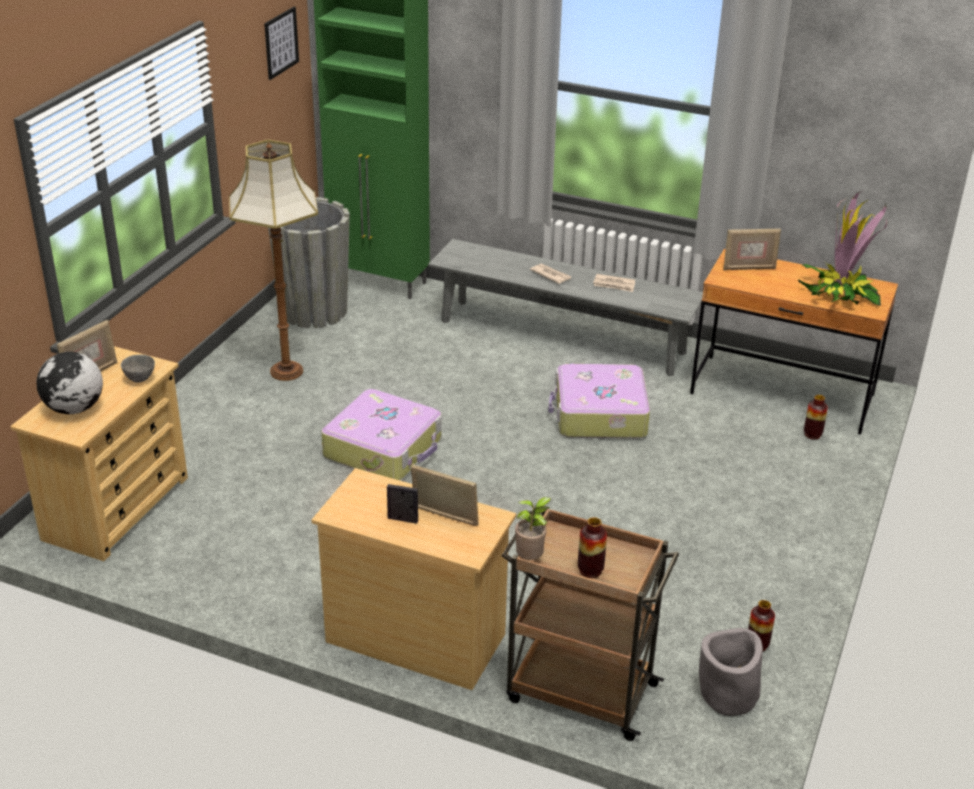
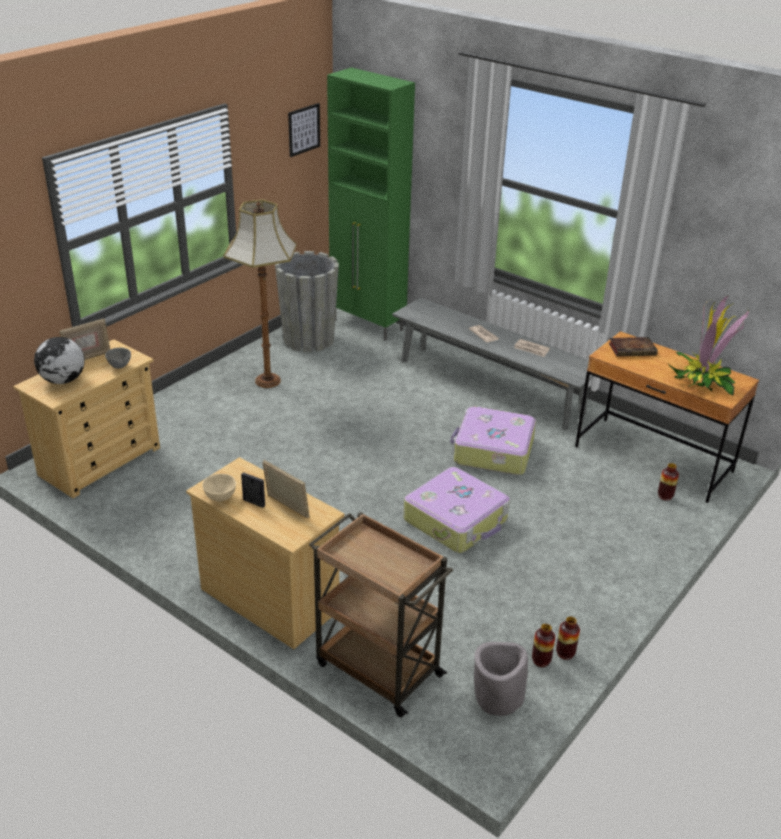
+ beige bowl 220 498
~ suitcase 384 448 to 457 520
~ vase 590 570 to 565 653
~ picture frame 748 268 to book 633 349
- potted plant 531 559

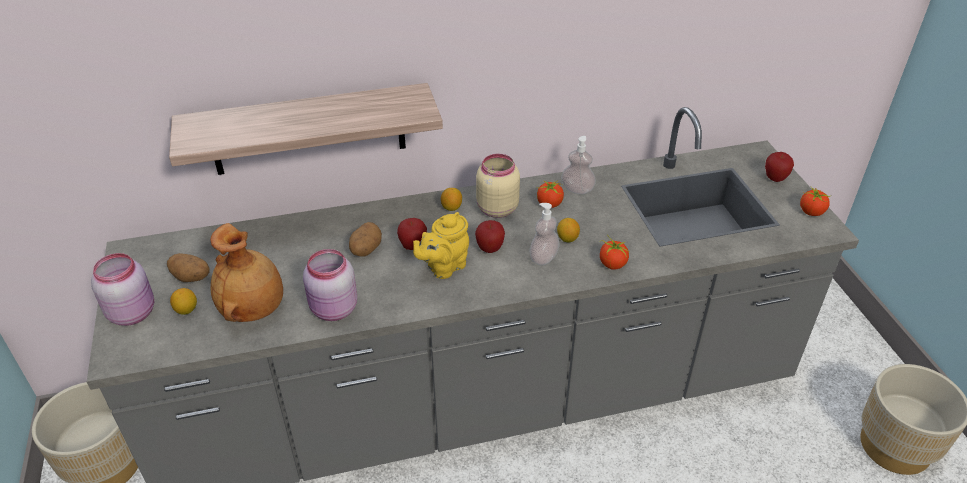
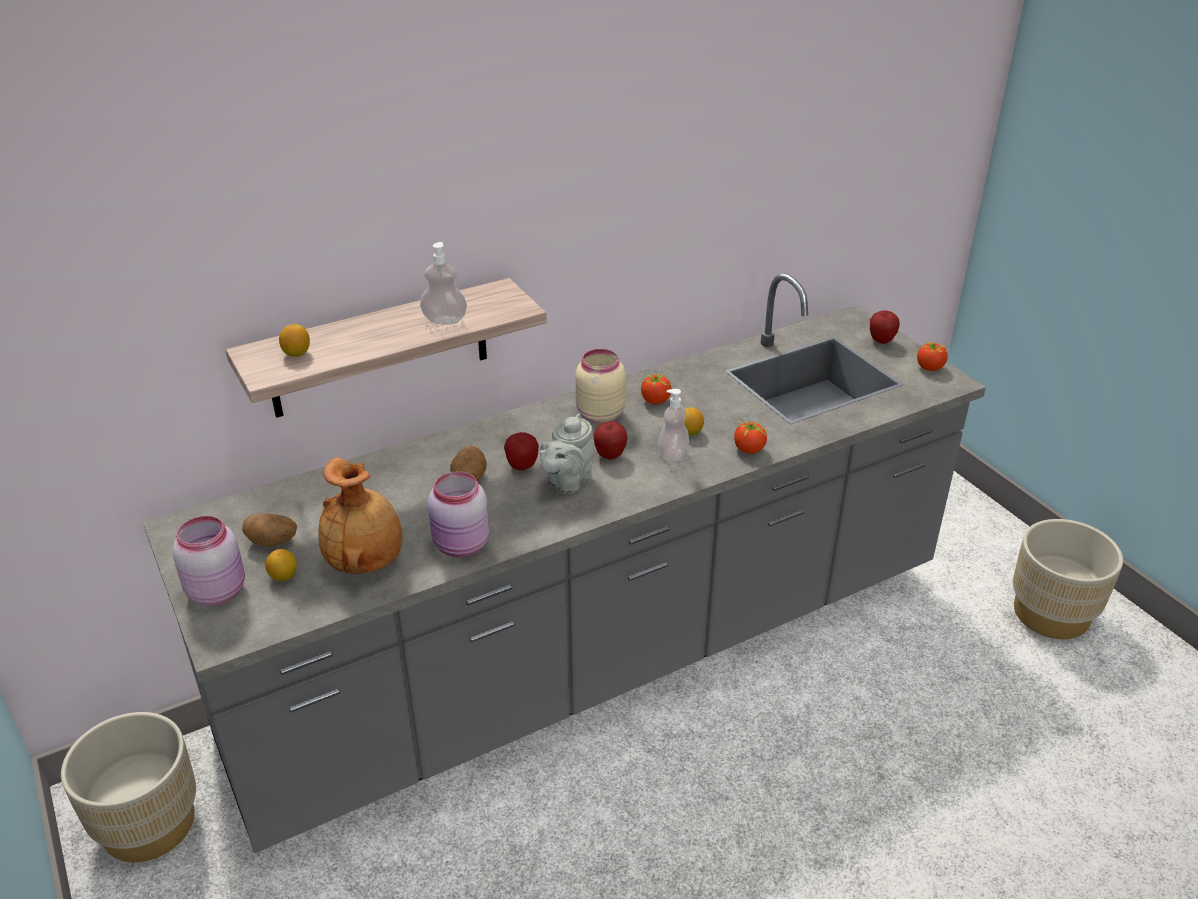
~ lemon 451 207 to 296 353
~ soap dispenser 577 189 to 444 320
~ yellow teapot 444 267 to grey teapot 567 482

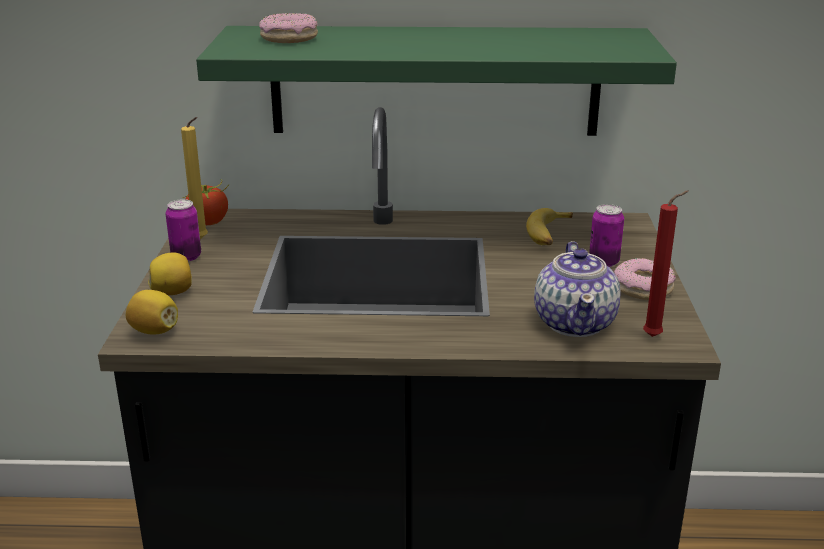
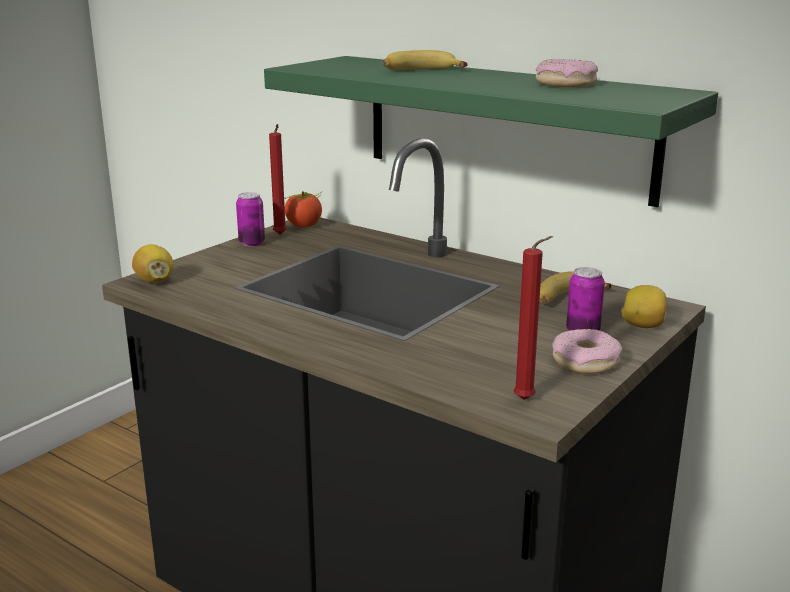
~ yellow candle 202 240 to red candle 280 235
+ banana 421 71
~ donut 289 38 to 565 84
~ lemon 173 292 to 643 326
- teapot 575 322

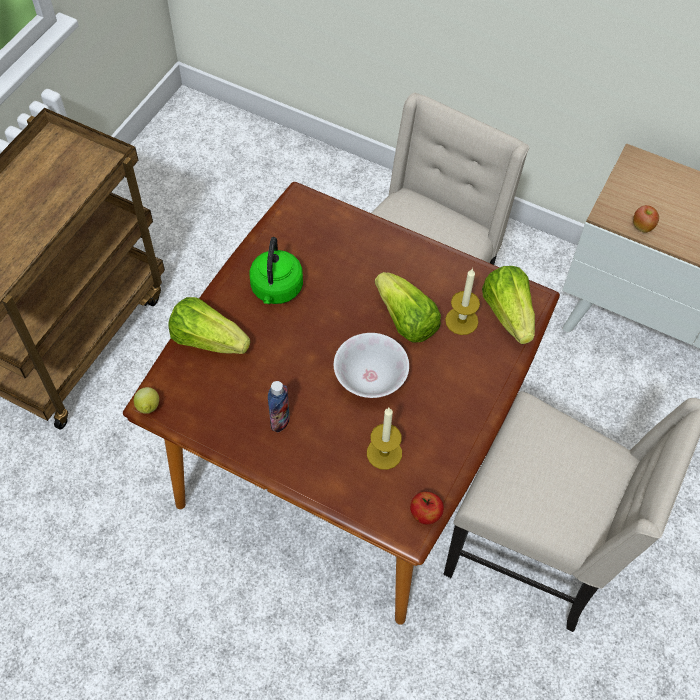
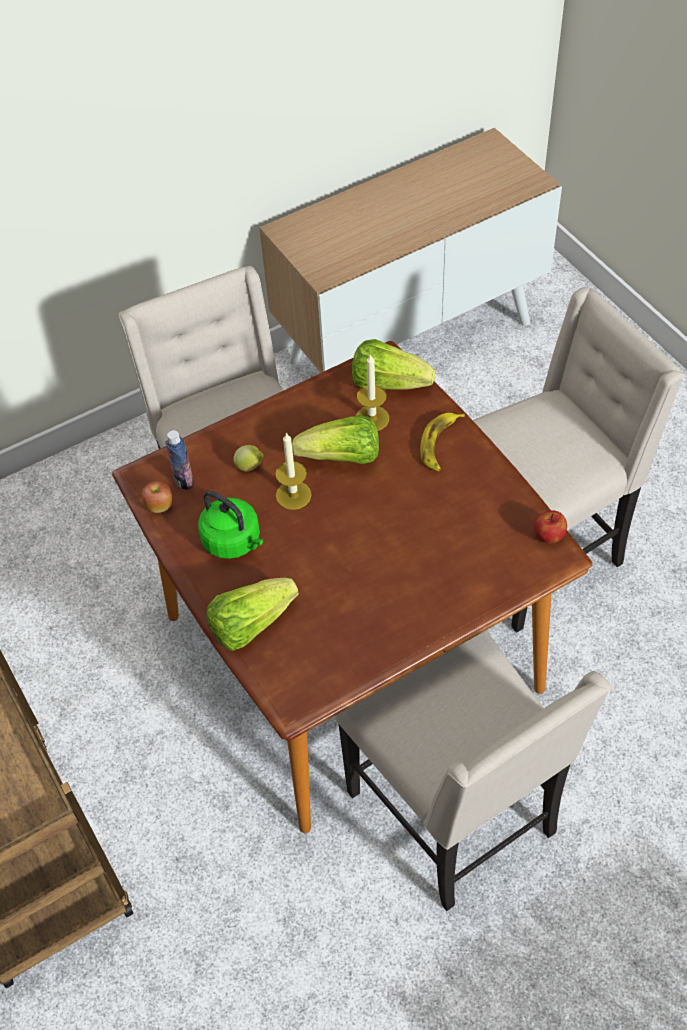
~ apple 642 227 to 159 506
~ bottle 280 421 to 183 480
~ lemon 148 408 to 250 467
~ candle 384 453 to 293 495
+ beige chair 456 814
+ banana 440 444
- white bowl 370 378

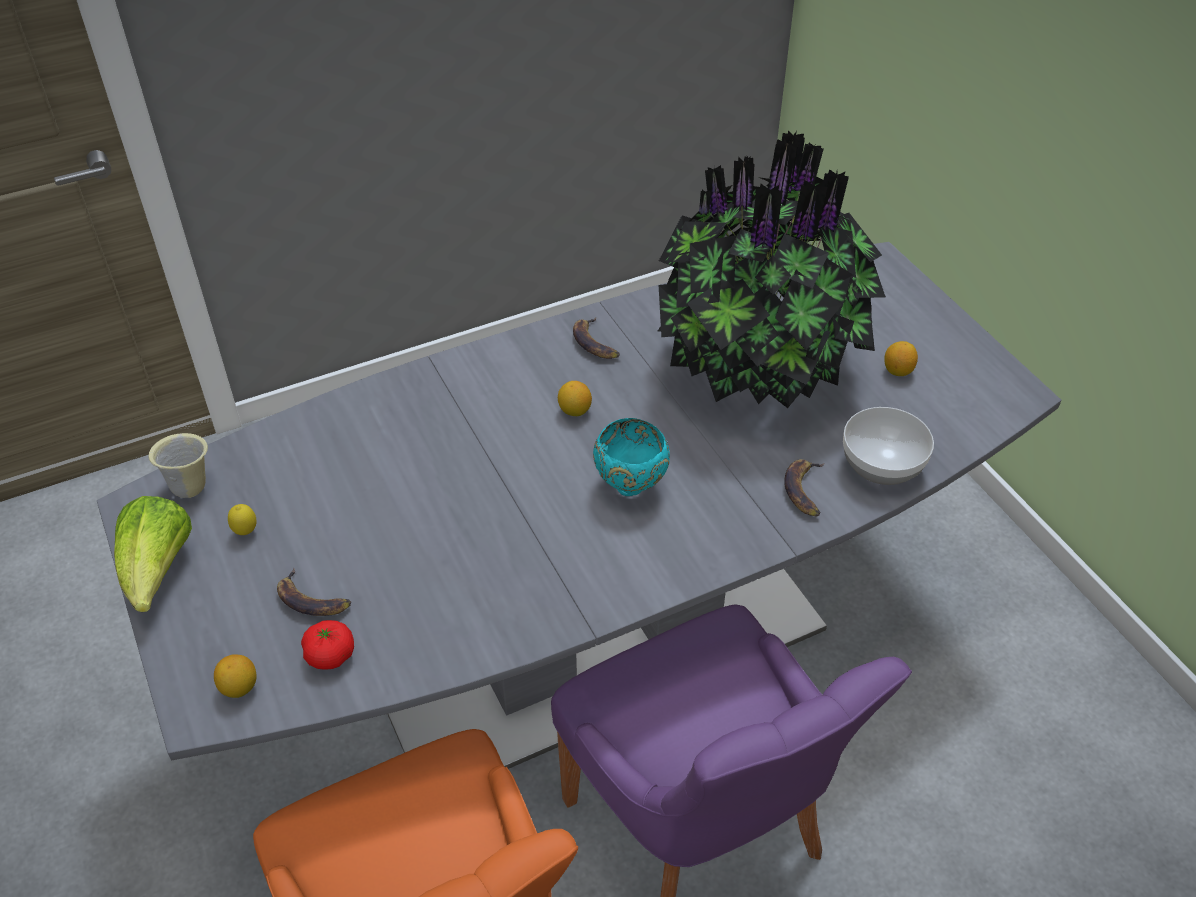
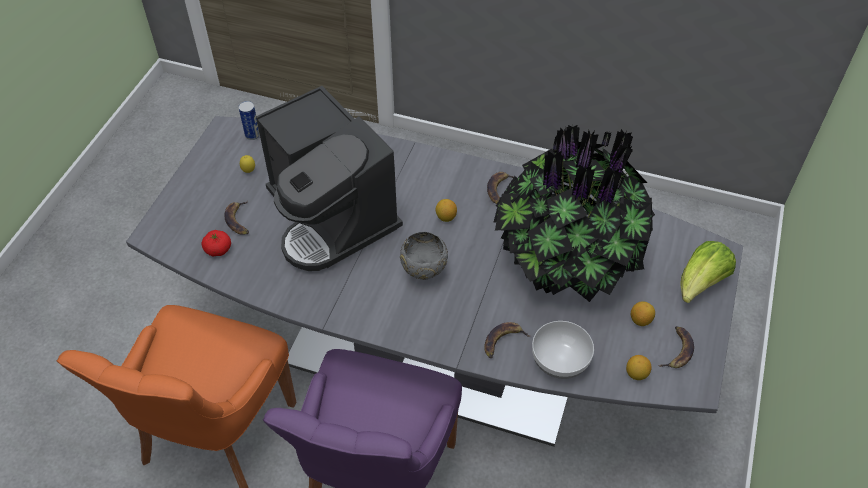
~ beige mug 190 486 to can 252 135
+ coffee machine 331 217
~ turquoise bowl 631 487 to grey bowl 424 274
~ lemon 239 688 to 636 374
+ banana 677 350
~ lettuce 159 572 to 700 284

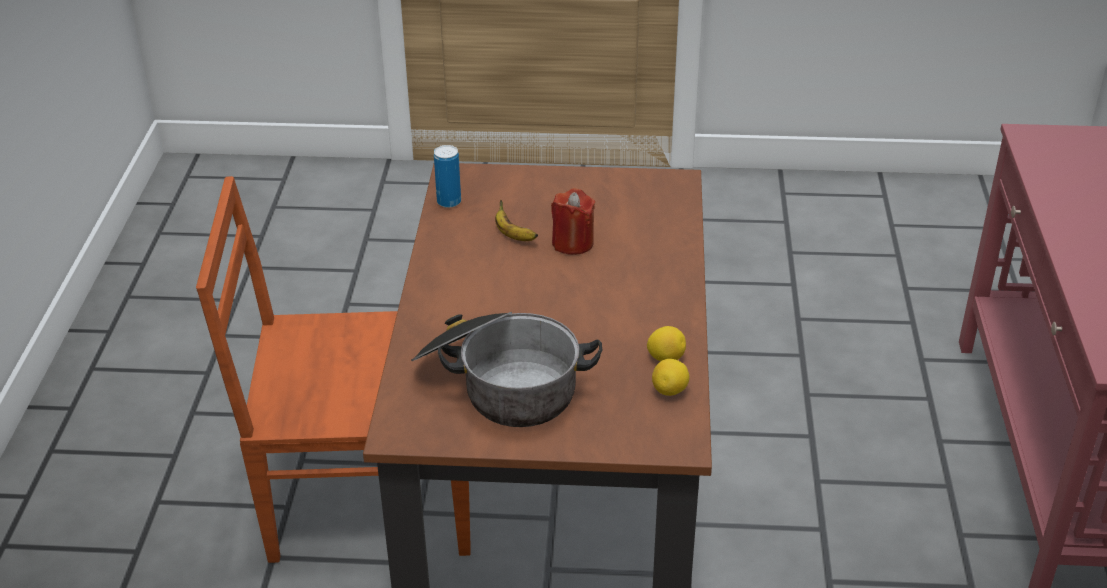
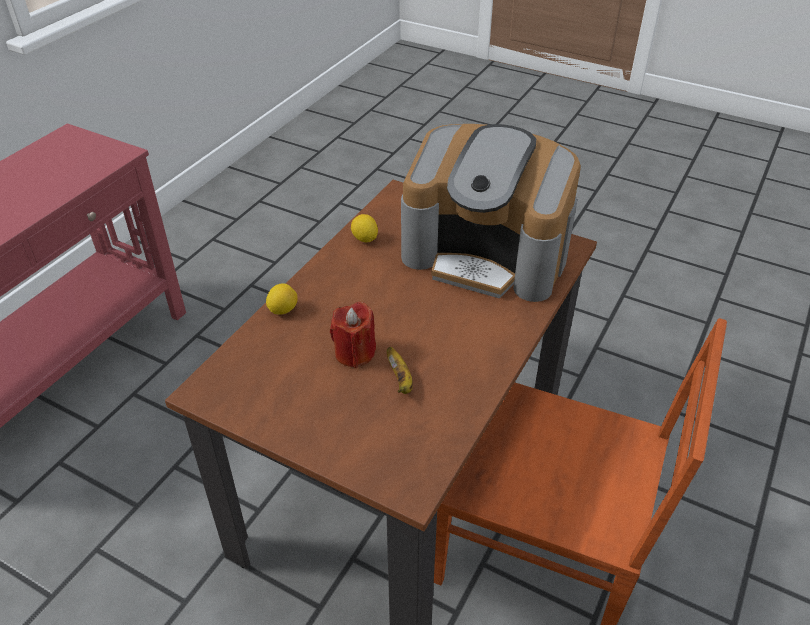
~ lemon 670 391 to 283 310
~ cooking pot 500 385 to coffee machine 487 254
- can 449 202

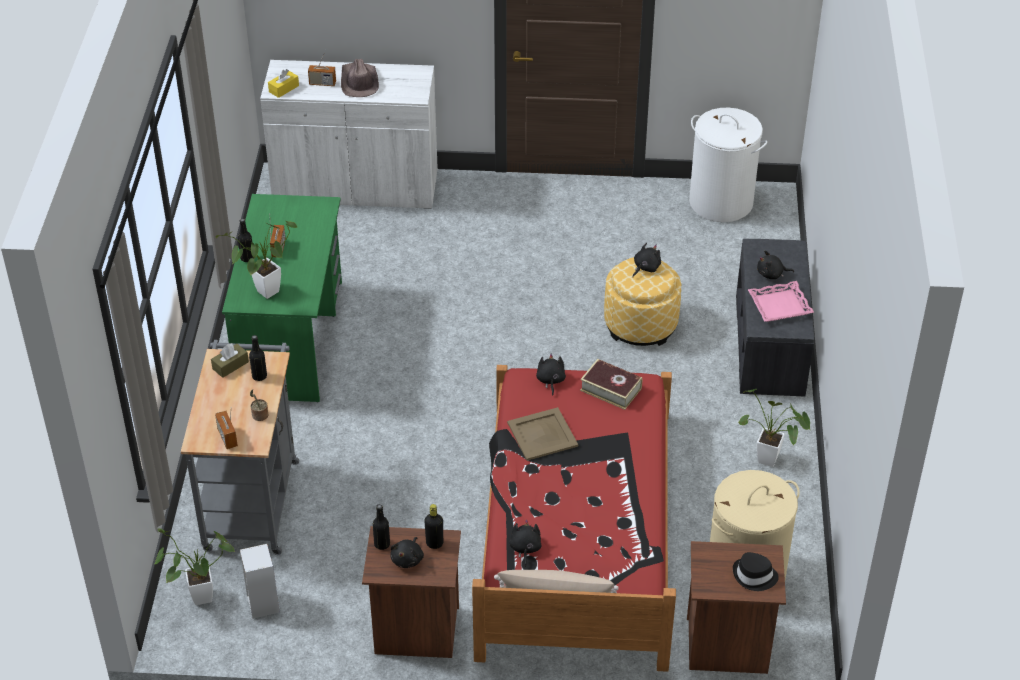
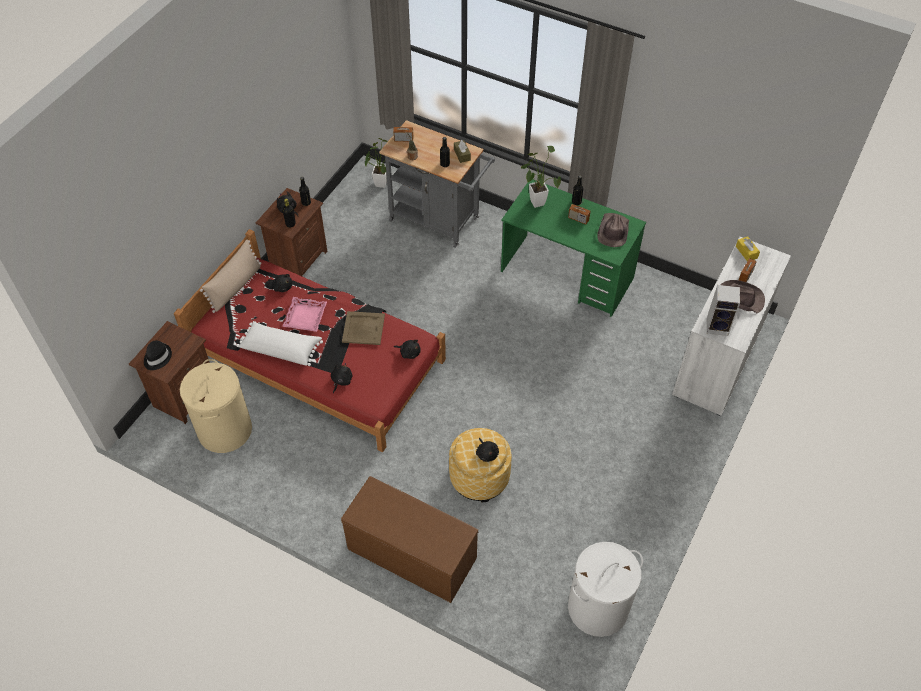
+ white pillow 281 348
~ pink tray 780 306 to 305 317
~ black plush toy 771 274 to 341 381
~ grey bench 771 346 to brown bench 410 554
+ brown hat 613 231
~ speaker 262 603 to 718 326
- book 611 389
- potted plant 772 461

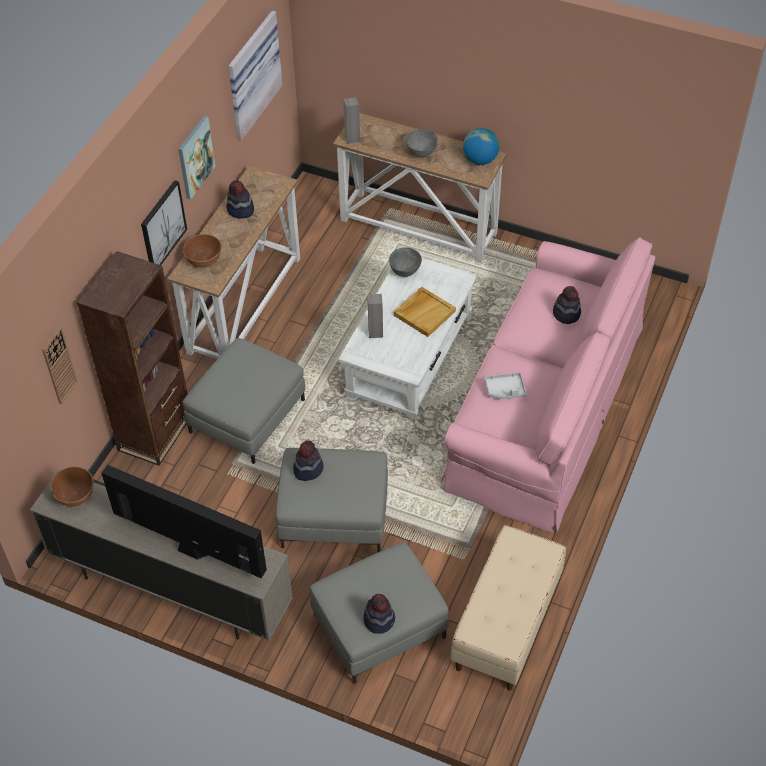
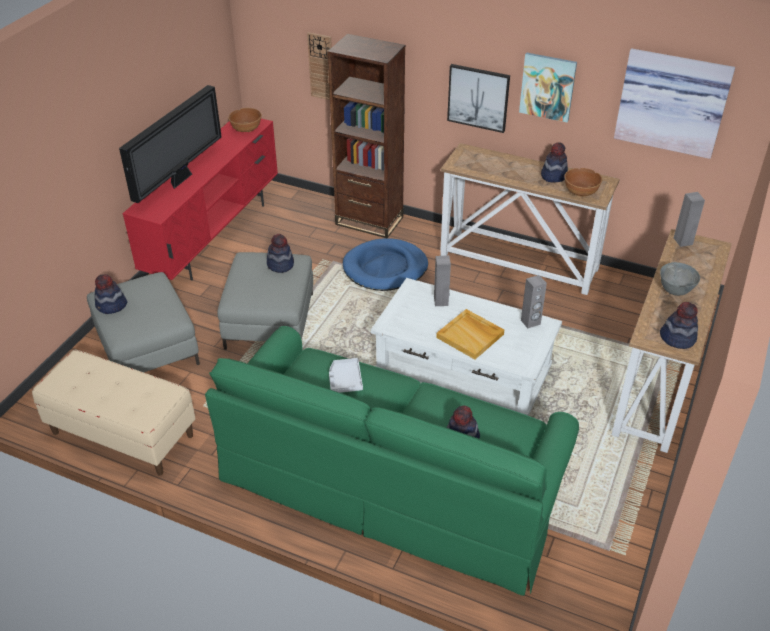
~ beige tv stand 170 589 to red tv stand 214 236
~ pink sofa 545 405 to green sofa 393 482
~ grey ottoman 247 416 to blue dog bed 385 268
~ grey bowl 404 271 to grey speaker 530 322
~ brown bowl 204 260 to 580 192
~ globe 480 160 to hat 677 338

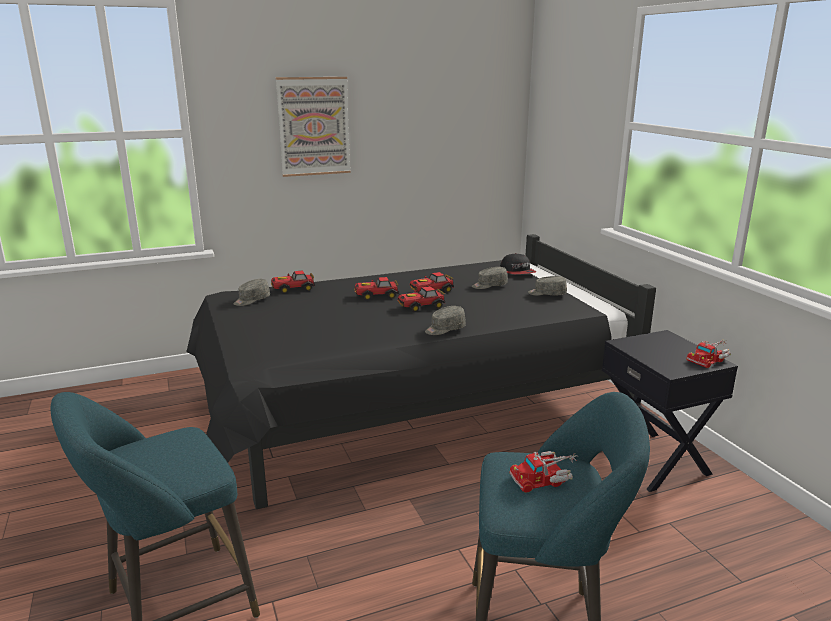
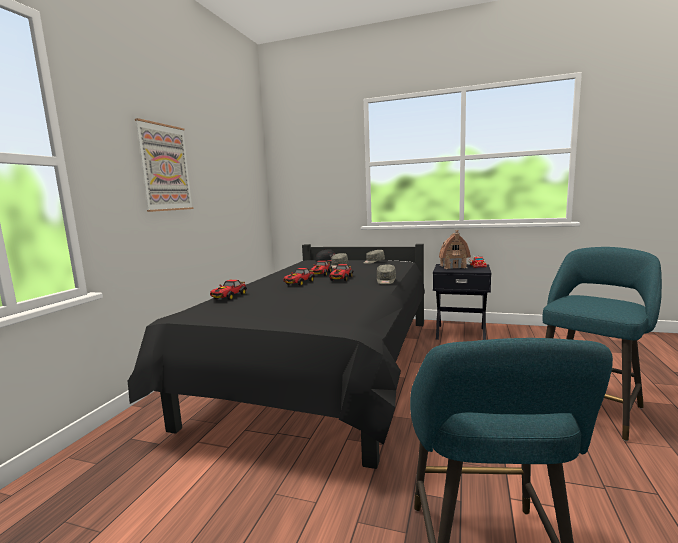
+ toy house 453 267
- grey cap 251 300
- toy truck 545 478

